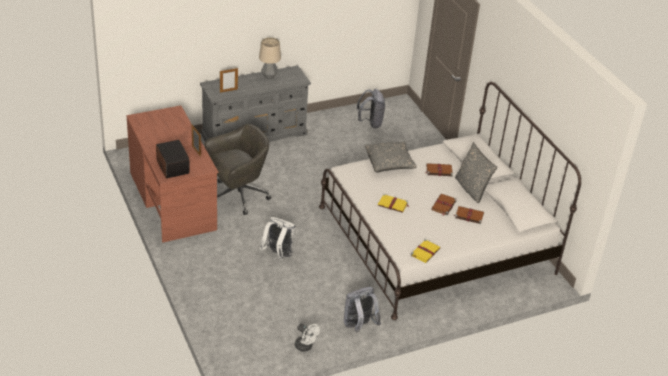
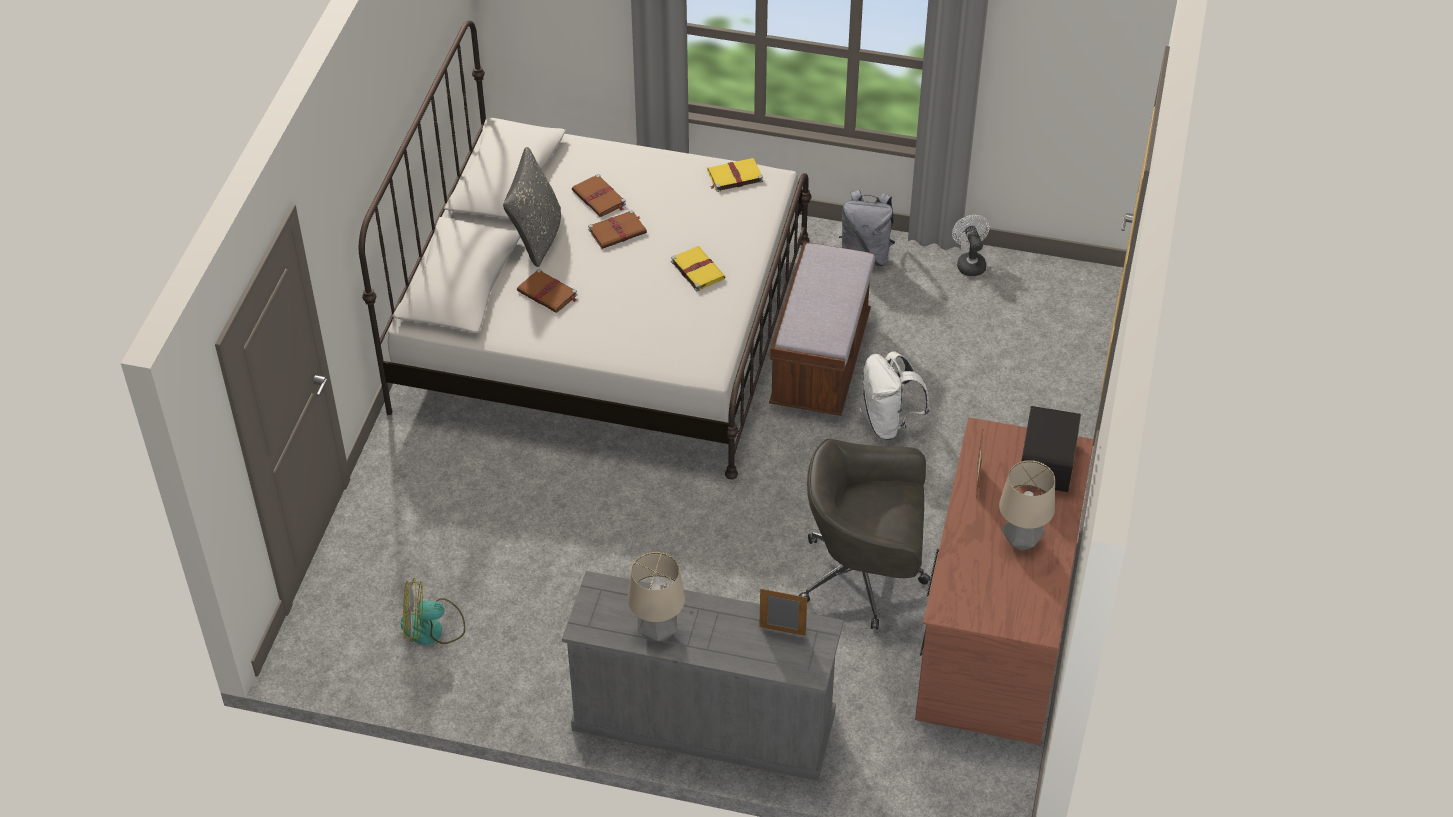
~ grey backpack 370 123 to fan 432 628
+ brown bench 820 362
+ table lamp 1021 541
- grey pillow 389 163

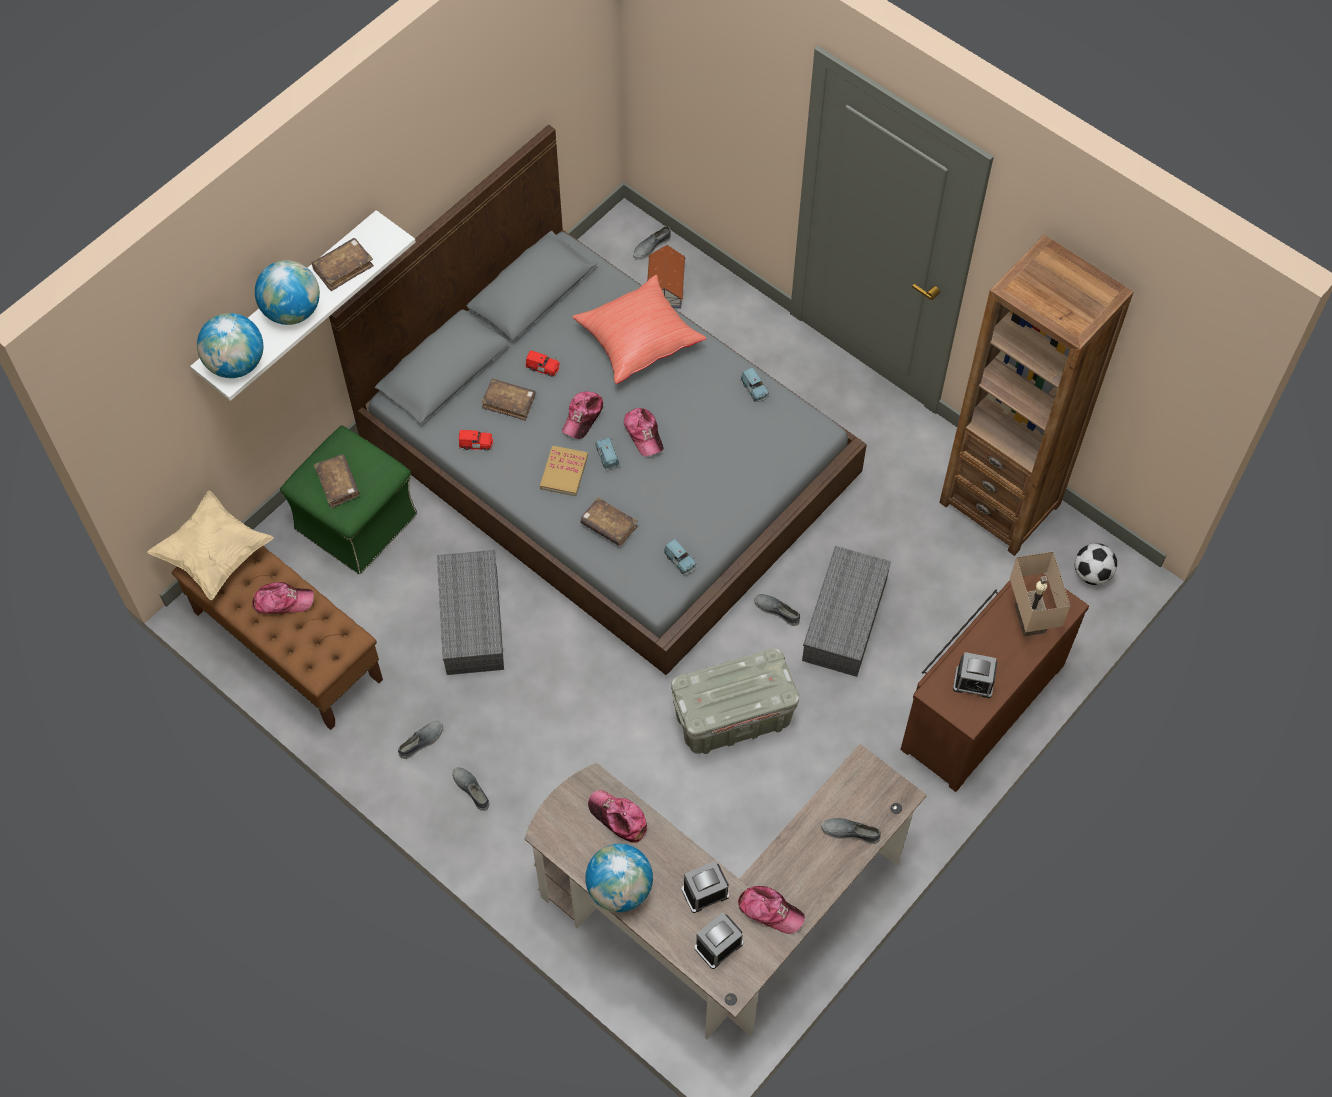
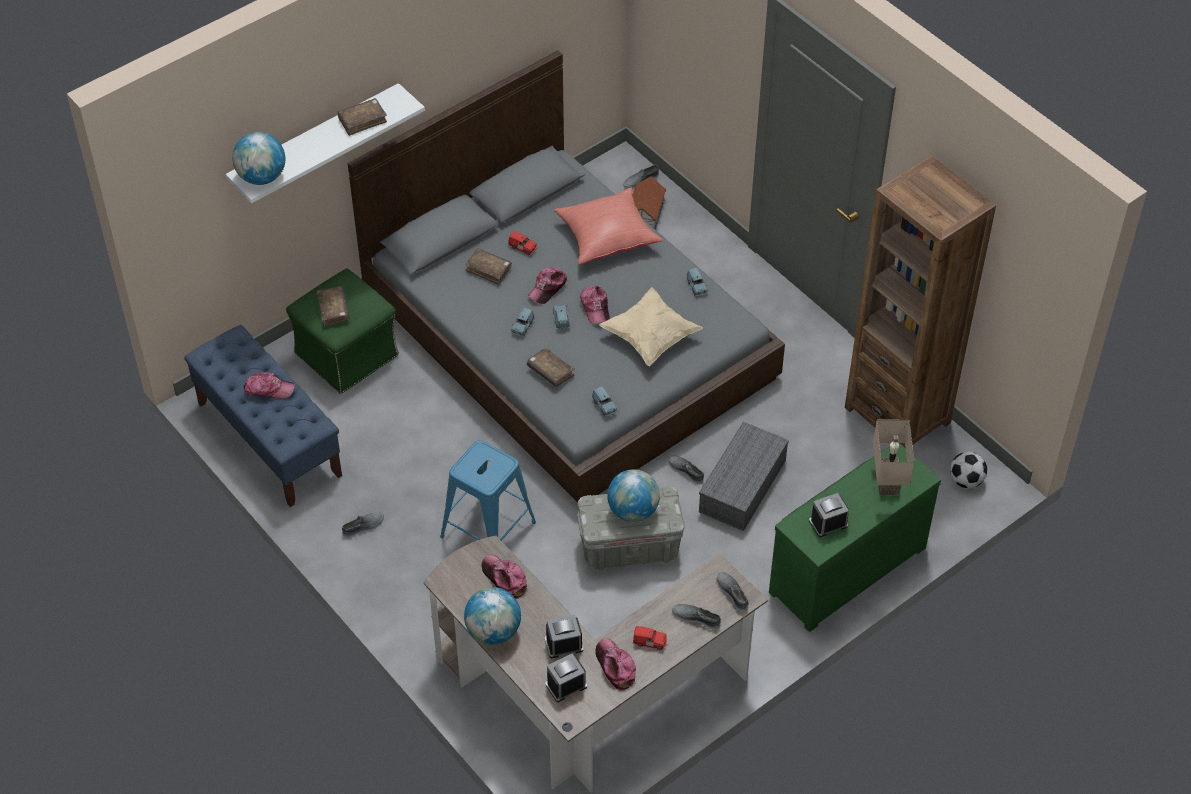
~ brown bench 287 645 to blue bench 268 439
+ blue stool 488 530
~ book 564 472 to blue toy car 522 327
~ cap 770 911 = 615 666 150 degrees counterclockwise
~ beige pillow 214 555 to 650 337
~ globe 292 311 to 633 511
~ red toy car 476 444 to 650 642
~ grey shoe 471 789 to 732 593
~ brown dresser 979 704 to green dresser 844 567
~ alarm clock 973 682 = 828 523 135 degrees clockwise
- grey storage box 470 619

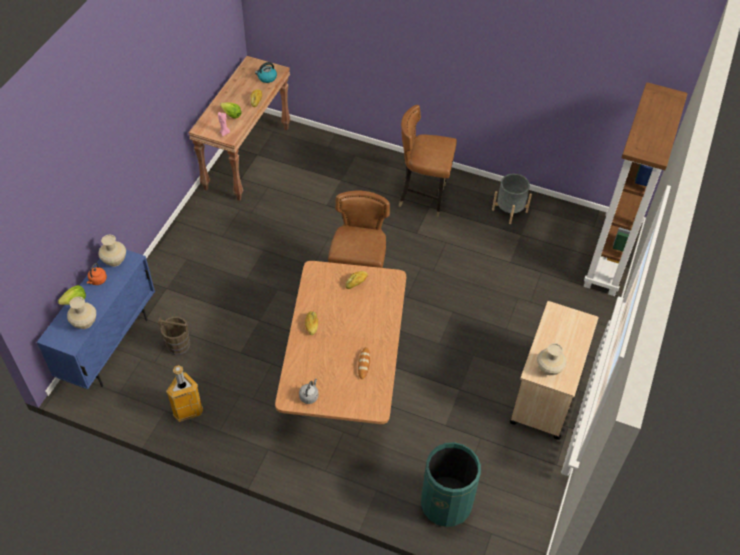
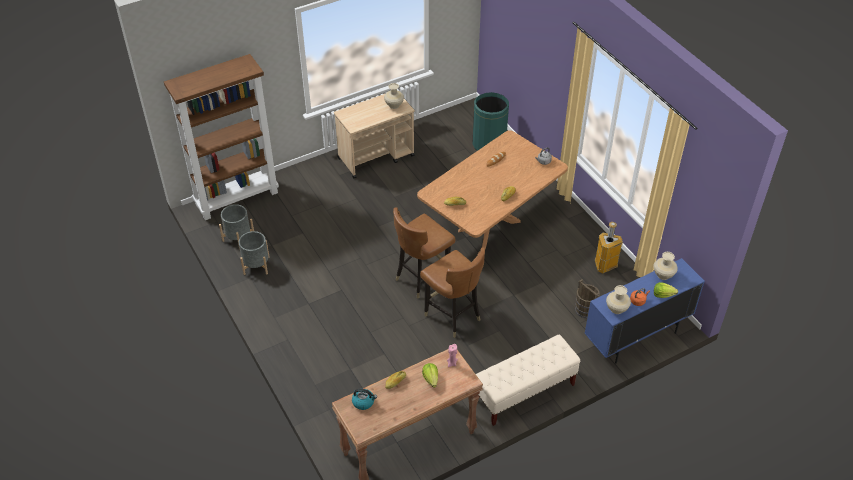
+ grey planter 238 238
~ brown chair 423 197 to 452 316
+ beige bench 524 392

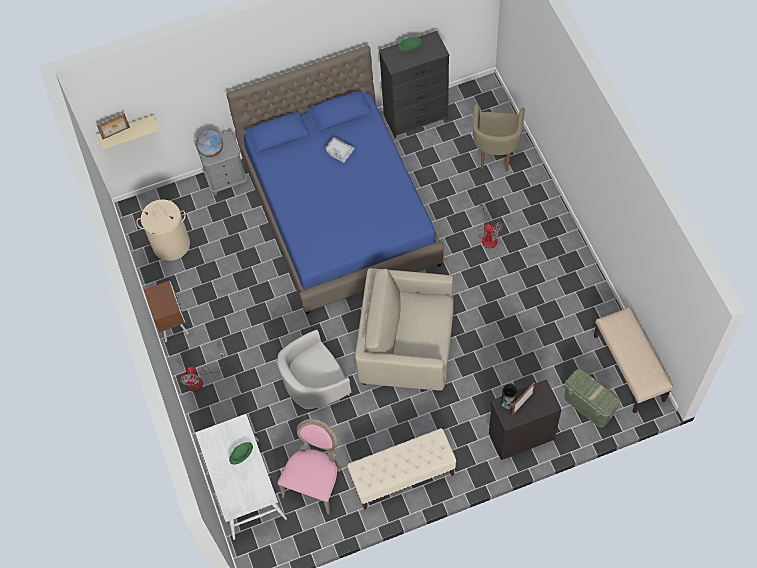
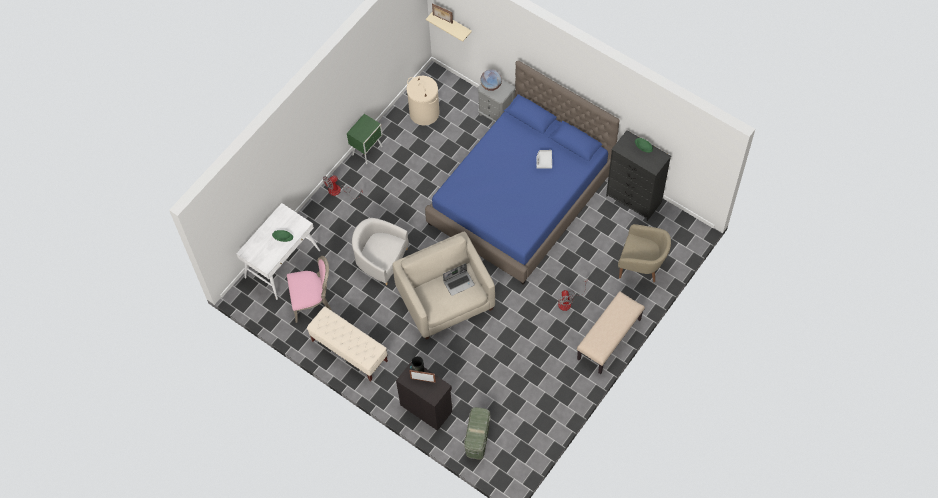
~ brown nightstand 172 323 to green nightstand 368 150
+ laptop 459 283
~ beige bench 629 368 to 609 339
~ beige armchair 495 153 = 641 268 135 degrees counterclockwise

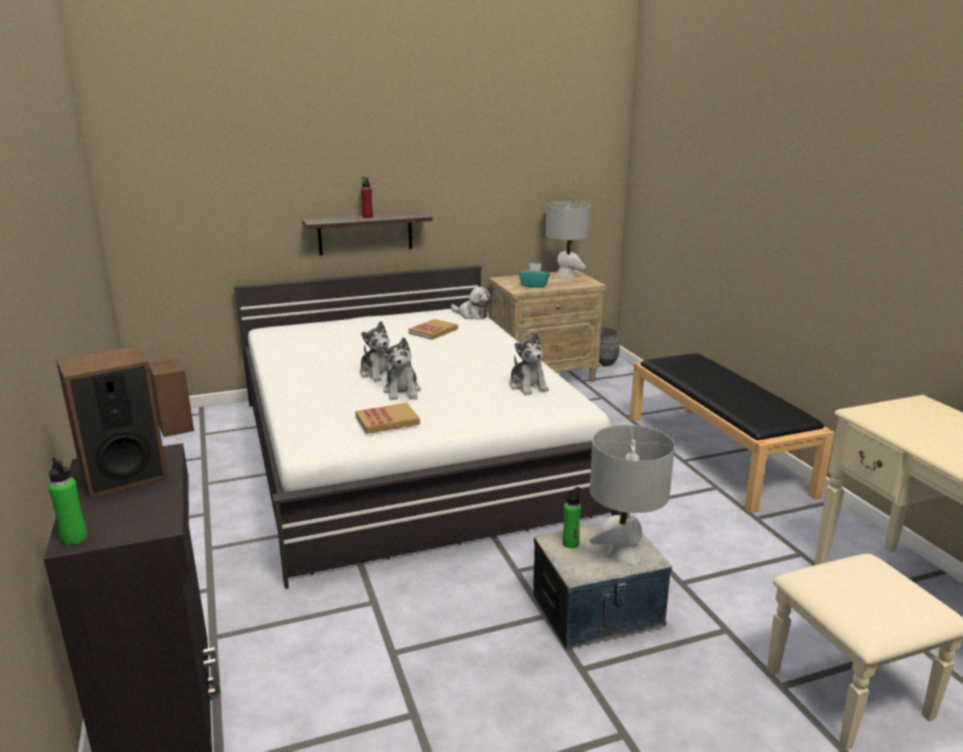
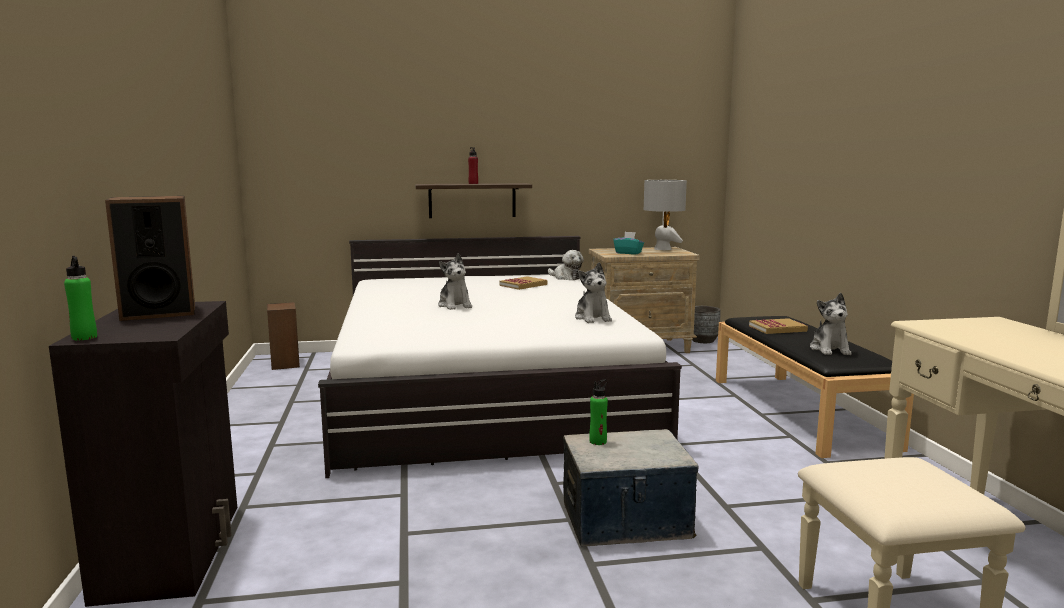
~ book 387 421 to 777 328
~ plush toy 402 391 to 830 349
- grey table lamp 624 555

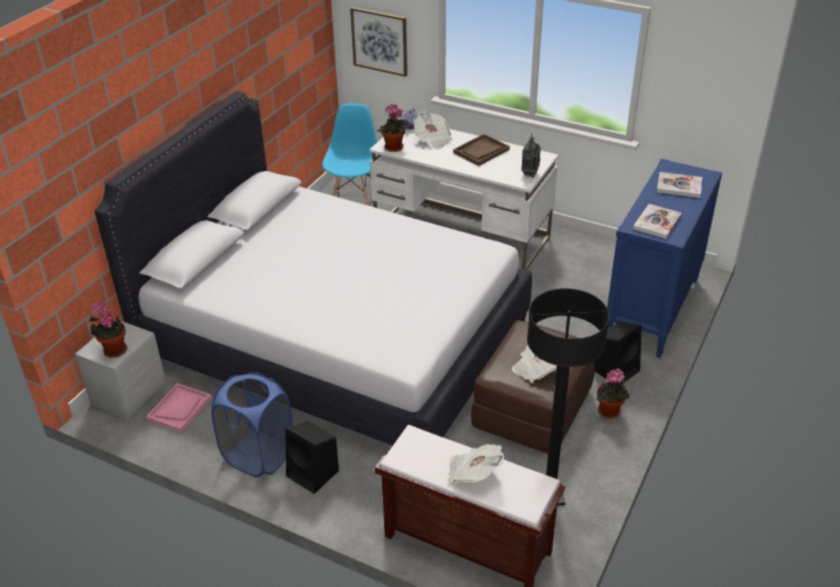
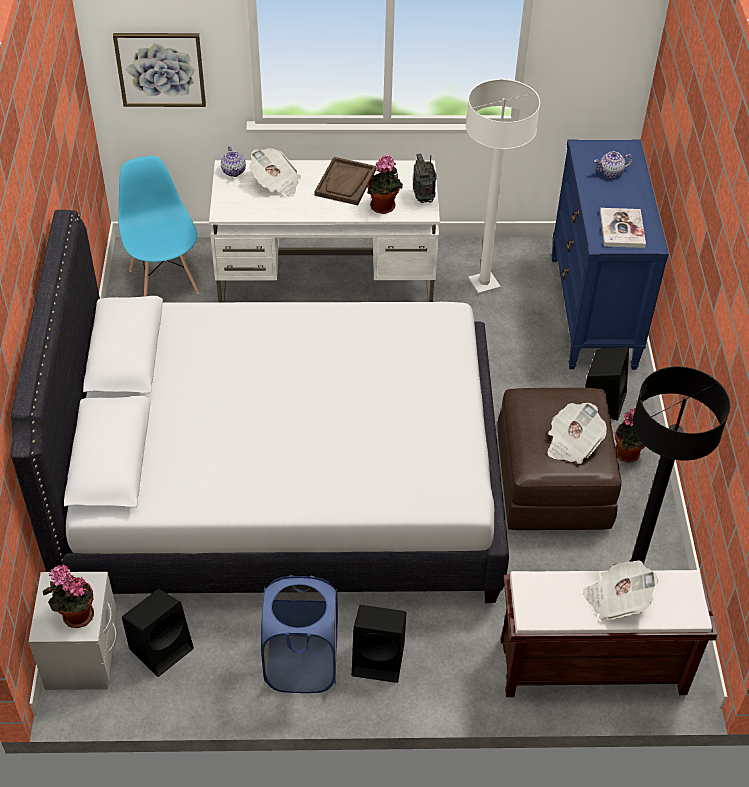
~ pink tray 179 408 to black speaker 162 647
~ potted plant 394 148 to 384 208
+ white floor lamp 484 284
~ book 679 186 to teapot 611 172

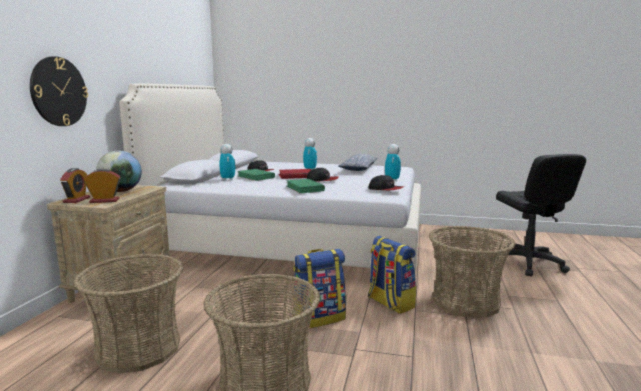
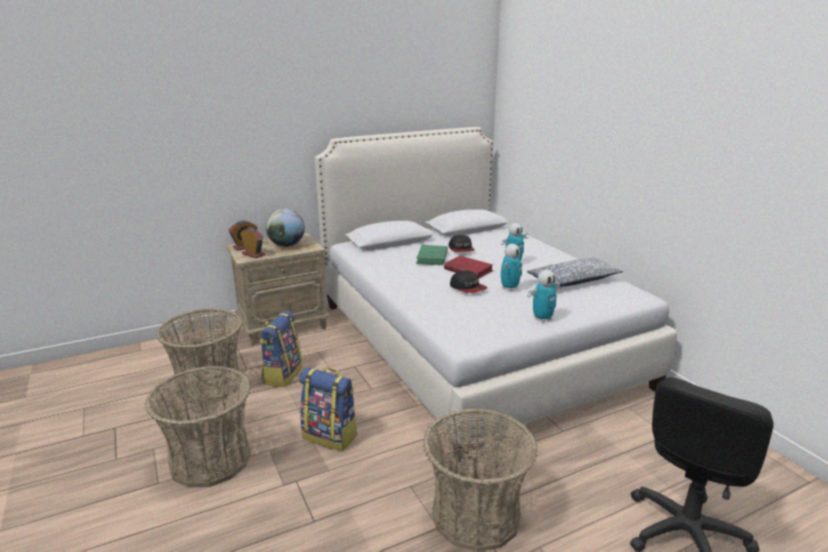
~ backpack 389 303 to 282 375
~ toy robot 228 180 to 509 288
- wall clock 59 91
- green book 305 188
- cap 386 189

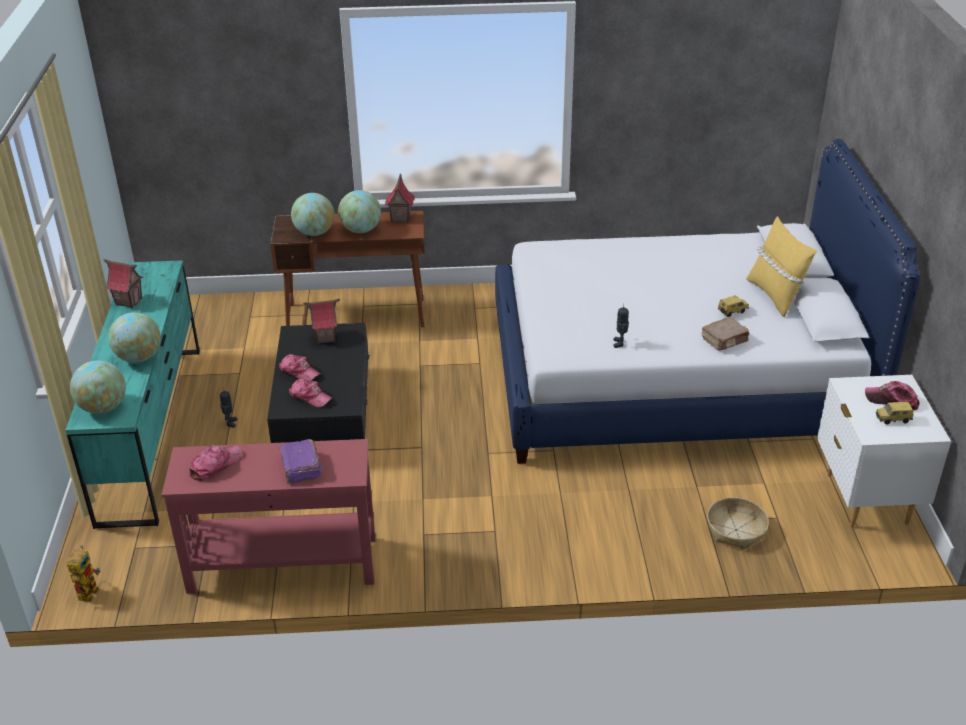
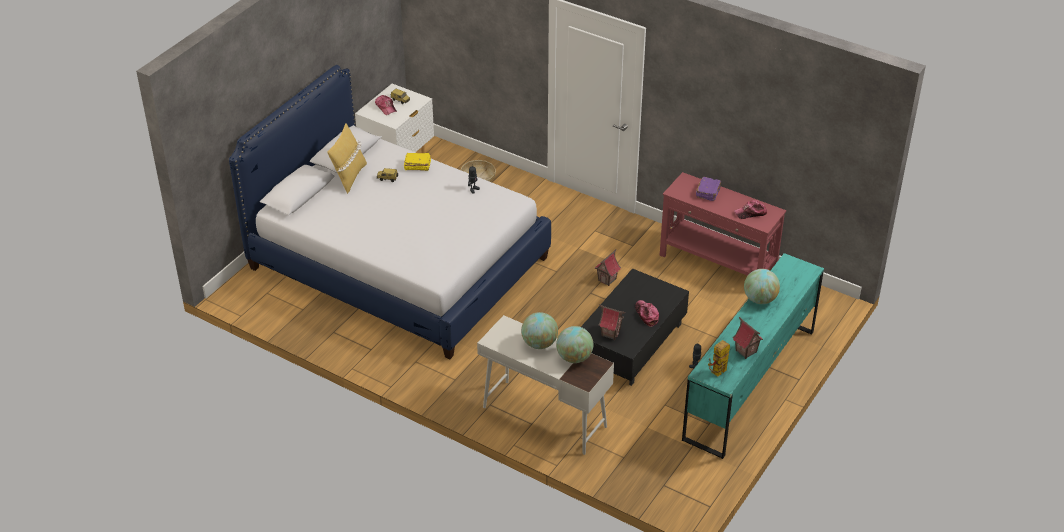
~ brown book 725 340 to yellow book 417 166
~ brown desk 357 315 to white desk 544 416
~ toy house 400 218 to 607 280
~ toy robot 89 590 to 717 373
- globe 103 407
- cap 310 396

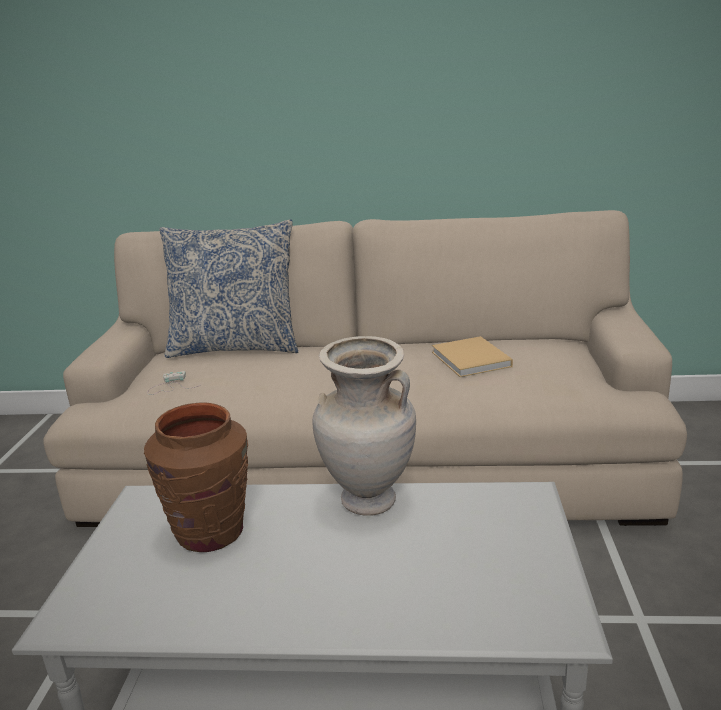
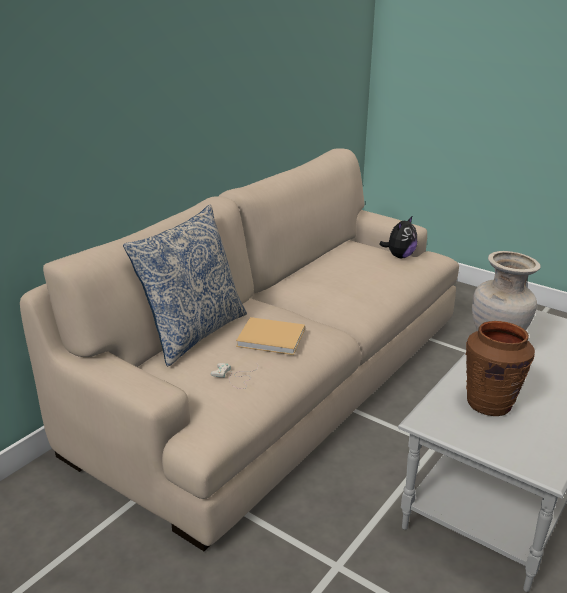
~ beige book 472 360 to 273 338
+ plush toy 399 256

